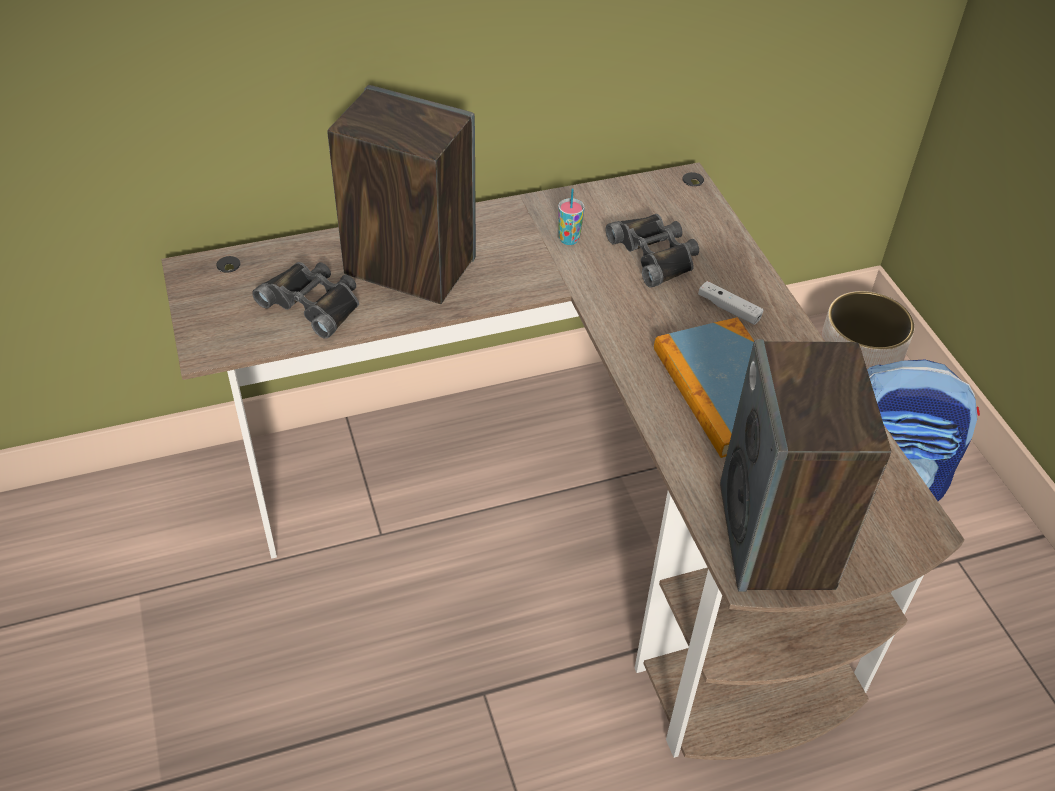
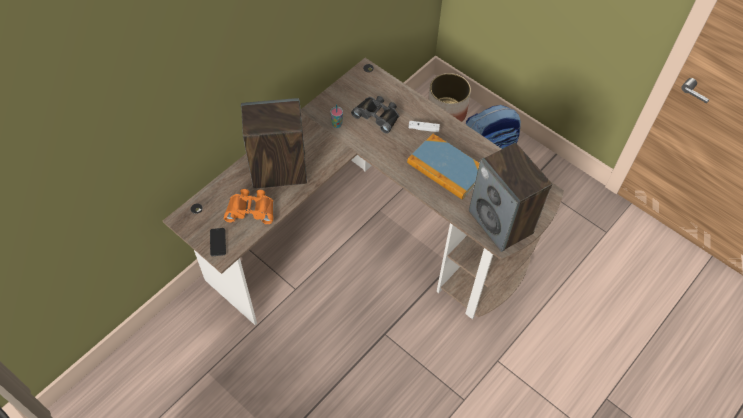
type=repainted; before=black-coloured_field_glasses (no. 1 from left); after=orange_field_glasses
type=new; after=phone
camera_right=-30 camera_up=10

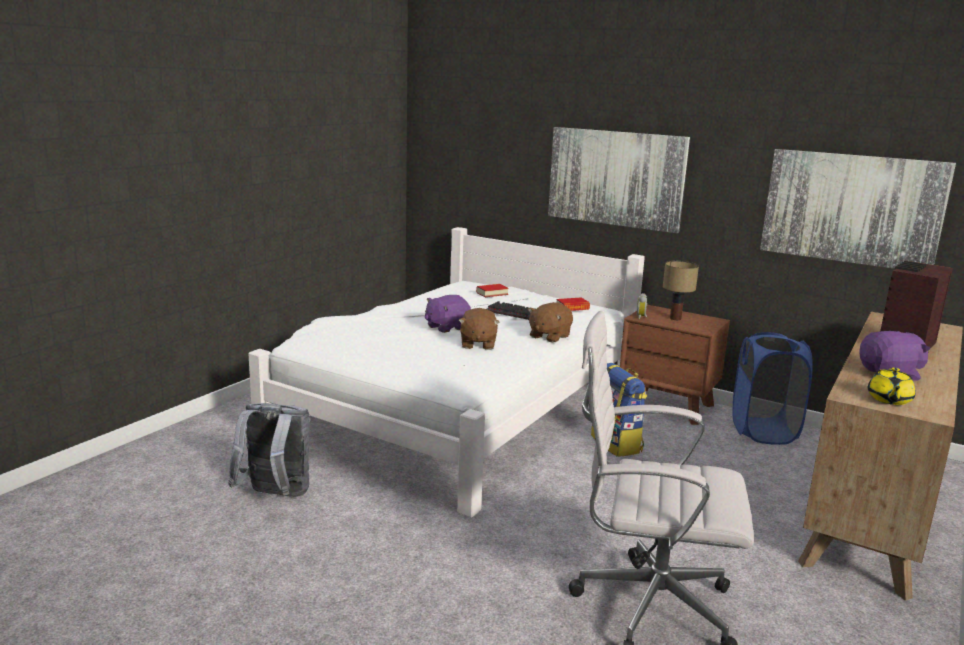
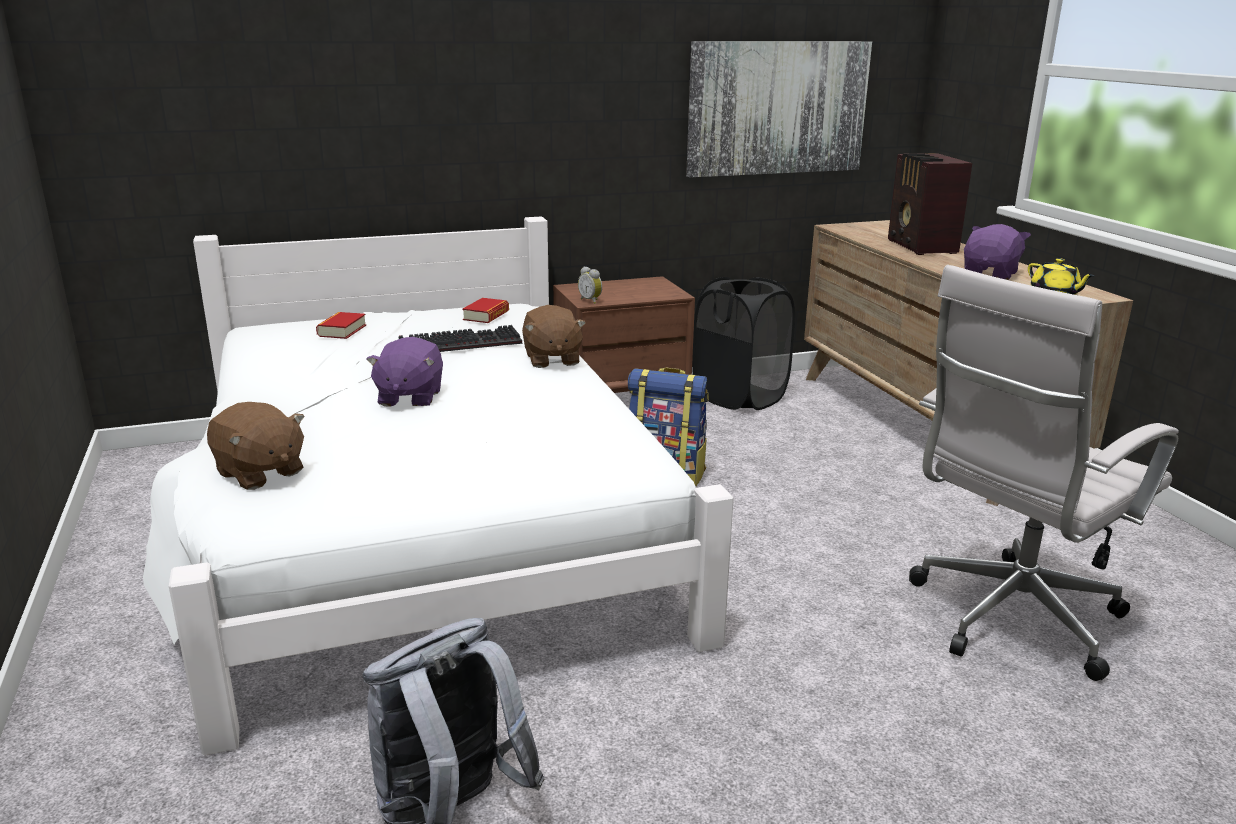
type=shifted; before=brownish_soft_toy (no. 1 from left)
type=gone; before=wall_picture (no. 1 from left)
type=gone; before=lamp_for_a_table
type=repainted; before=blue_hamper; after=black-coloured_hamper
camera_right=-50 camera_up=5

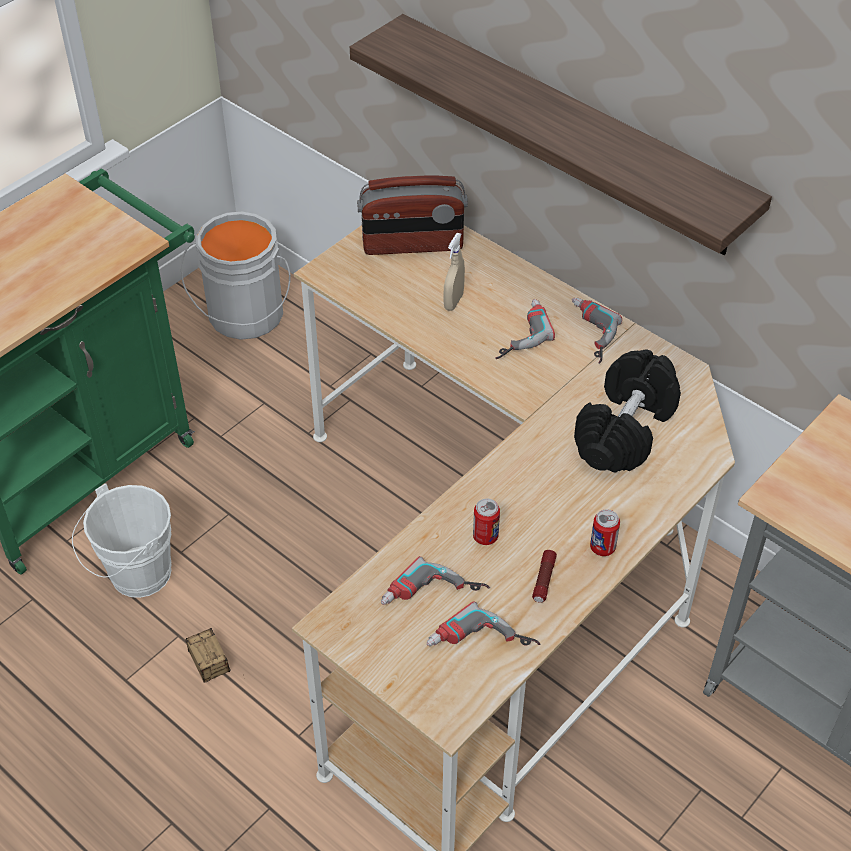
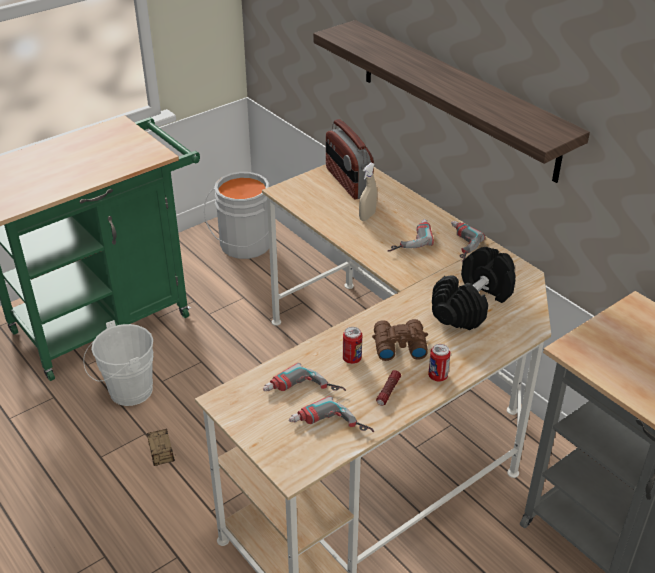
type=rotated; before=radio_receiver; turn=60
type=new; after=brownish_field_glasses
camera_right=10 camera_up=-10

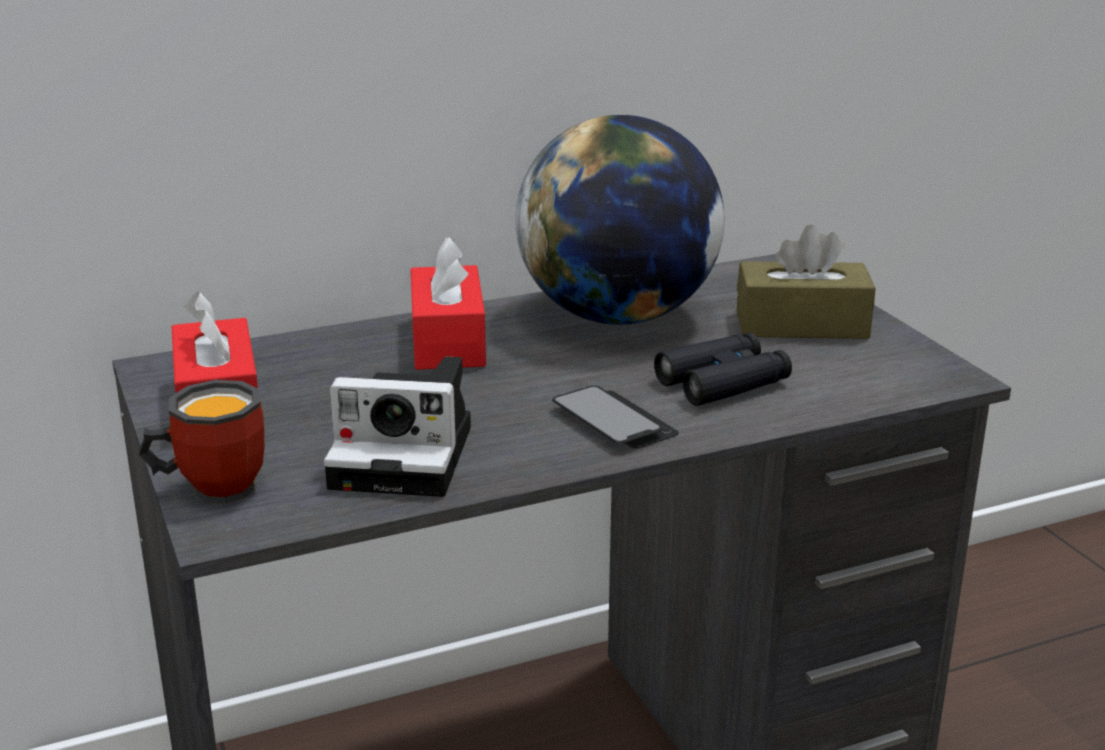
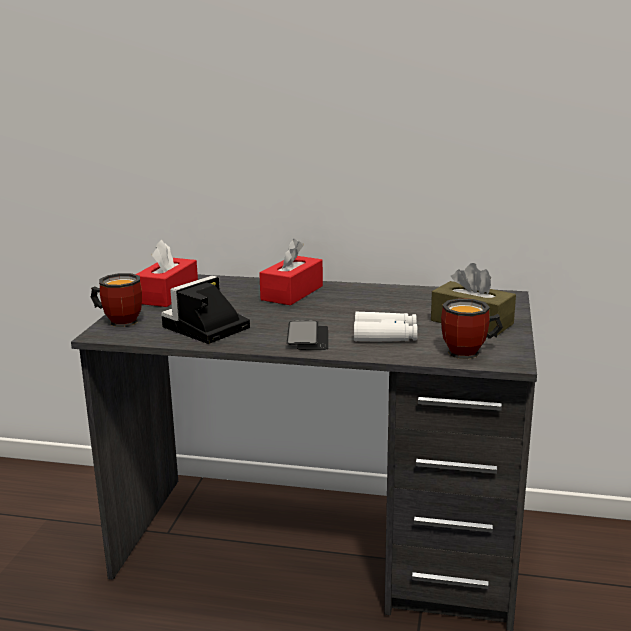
type=rotated; before=still_camera; turn=90
type=gone; before=desk_globe
type=repainted; before=black-coloured_field_glasses; after=whitish_field_glasses
type=new; after=coffee_mug (no. 2 from left)
camera_right=35 camera_up=-5

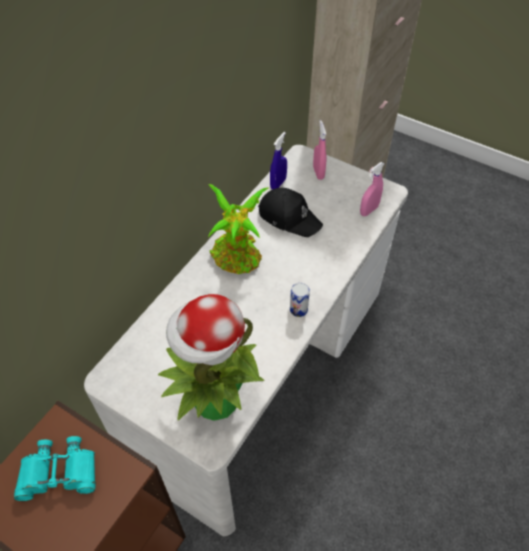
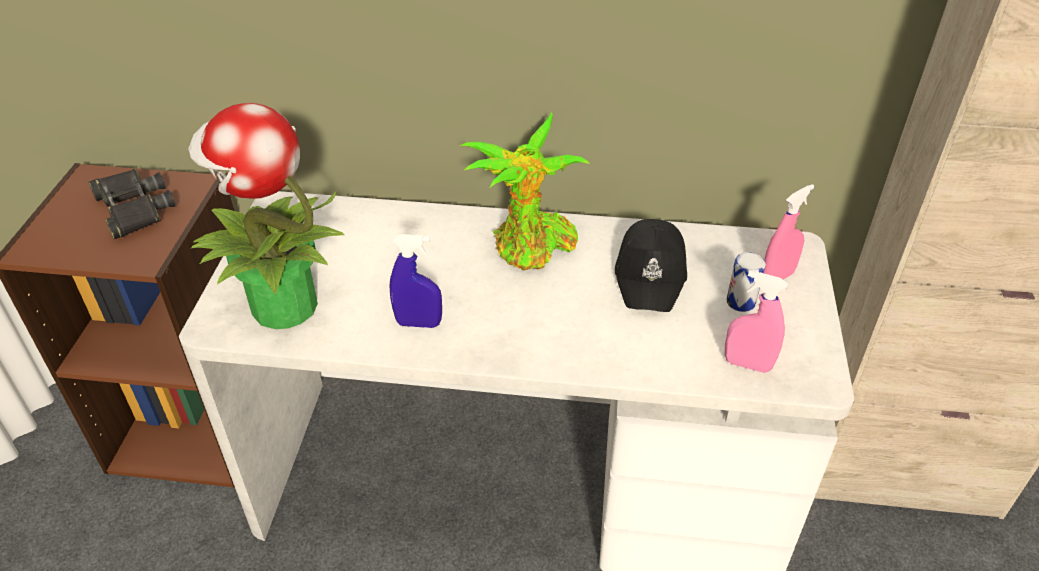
type=repainted; before=blue-green_field_glasses; after=black-coloured_field_glasses
type=shifted; before=blue_hand_sprayer
type=shifted; before=can
camera_right=65 camera_up=-10

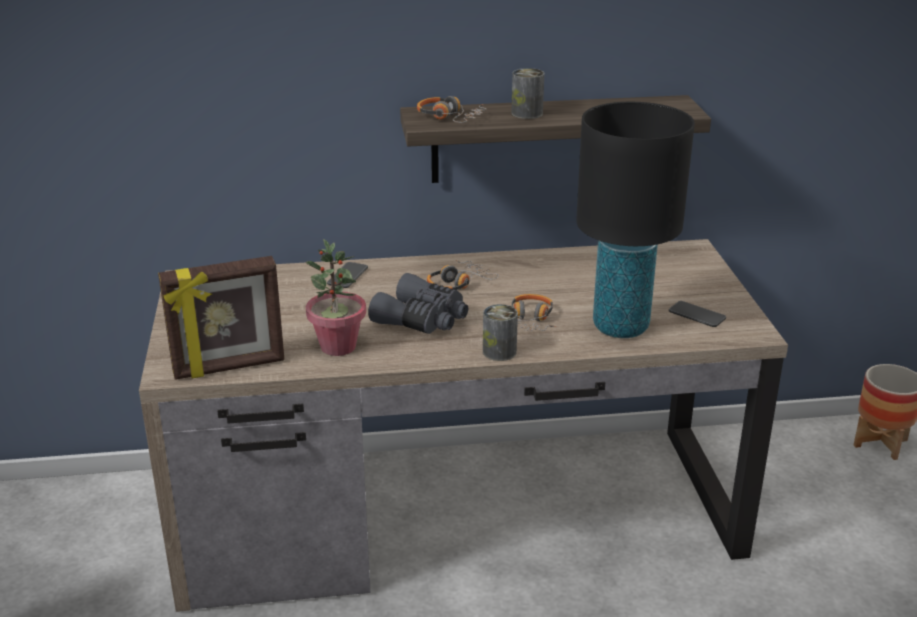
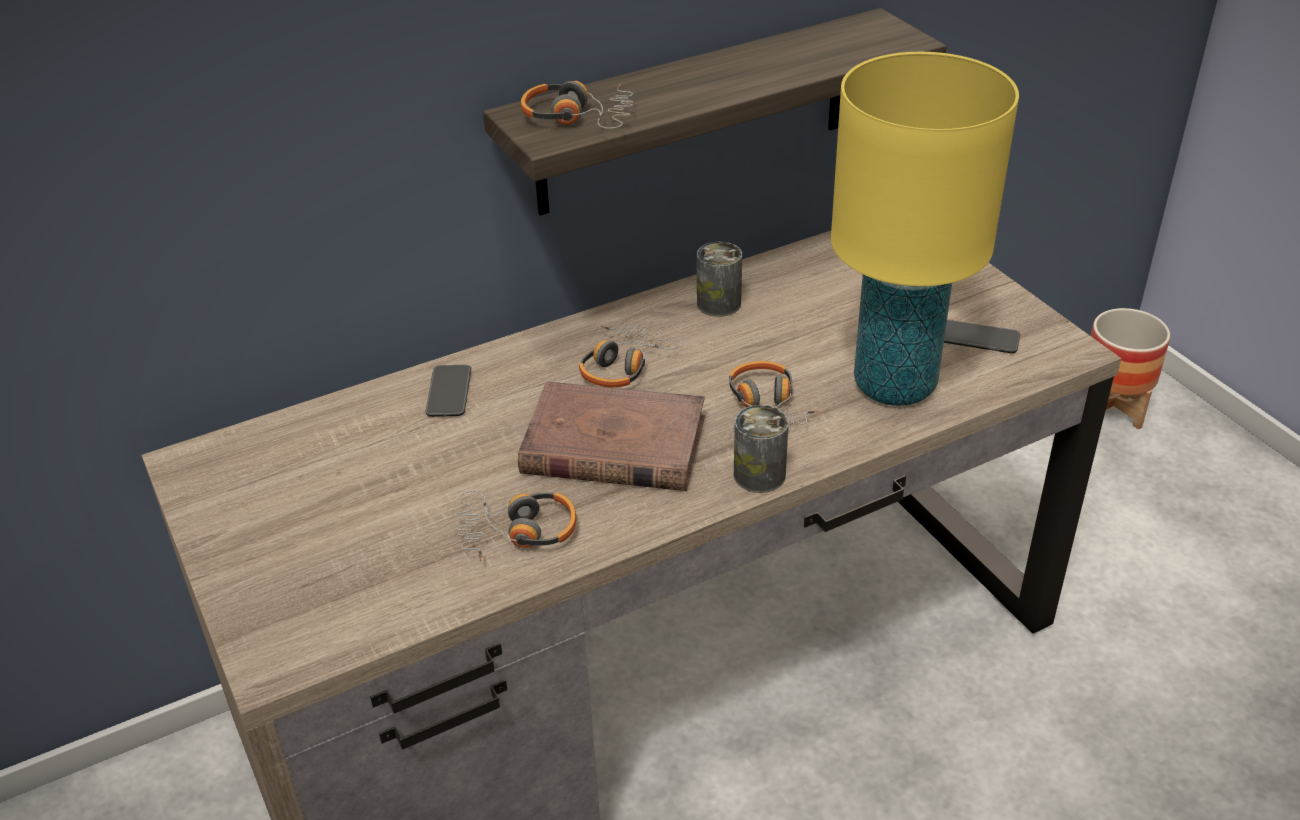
type=gone; before=photo_frame
type=swapped; before=plant_in_a_pot; after=headset (no. 1 from left)
type=swapped; before=grey_field_glasses; after=brownish_bound_book
type=shifted; before=can (no. 2 from left in the first image); after=can (no. 1 from left)
type=repainted; before=black-coloured_lamp_for_a_table; after=yellow_lamp_for_a_table
camera_right=-20 camera_up=10

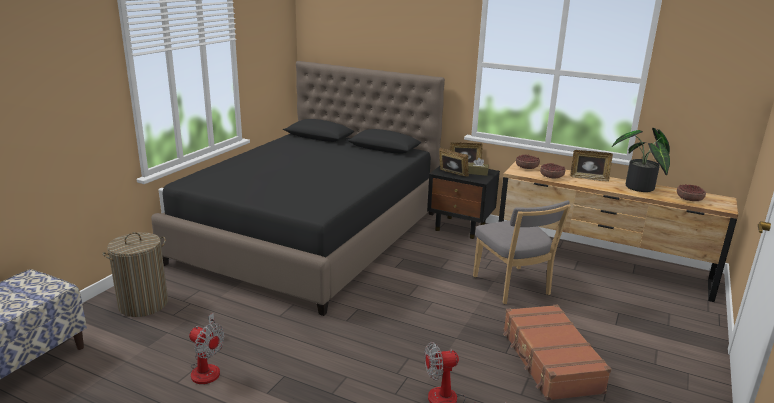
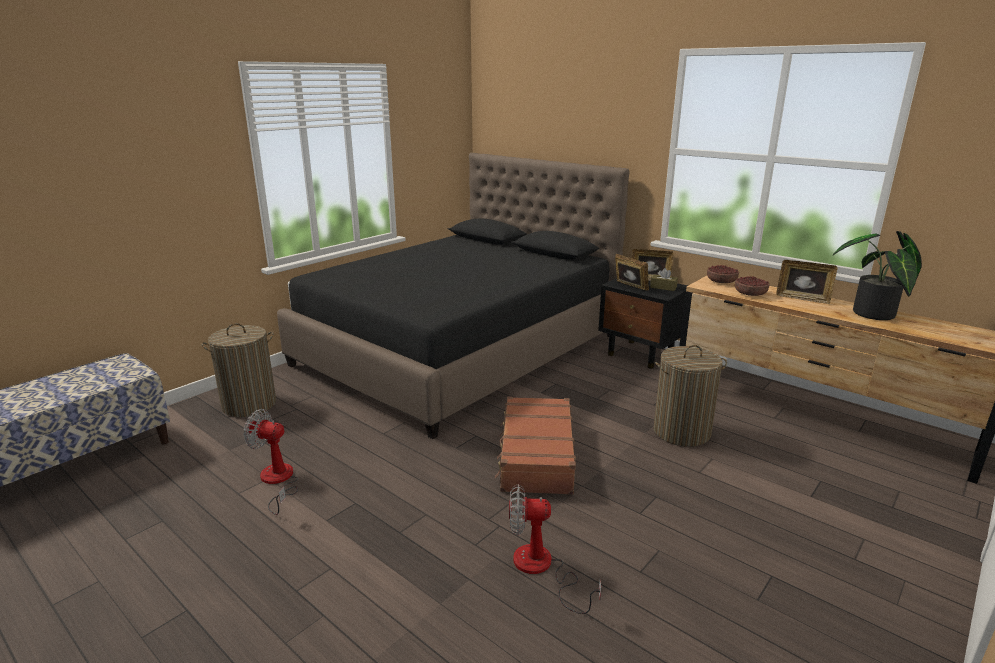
type=rotated; before=fan (no. 1 from left); turn=150
type=swapped; before=grey_chair; after=hamper (no. 2 from left)
type=shifted; before=brownish_suitcase
type=gone; before=bowl (no. 3 from left)
camera_right=15 camera_up=0

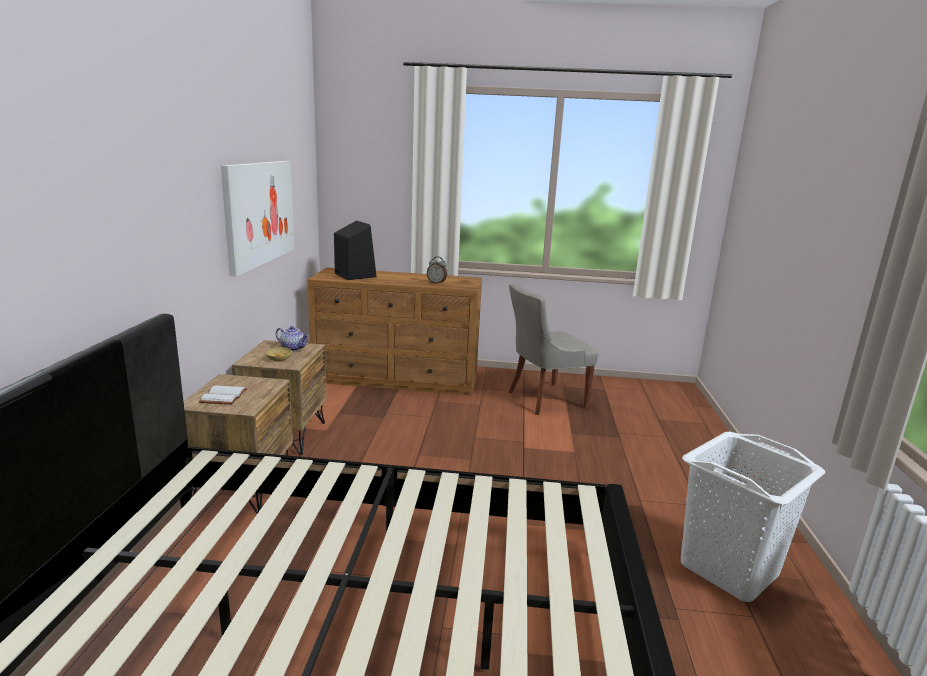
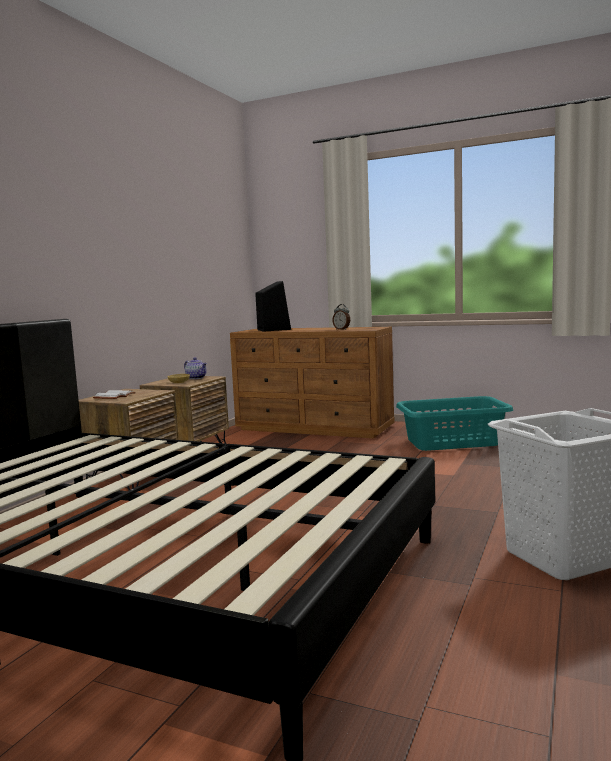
type=gone; before=wall_picture
type=swapped; before=grey_chair; after=blue-green_hamper
camera_right=20 camera_up=-10

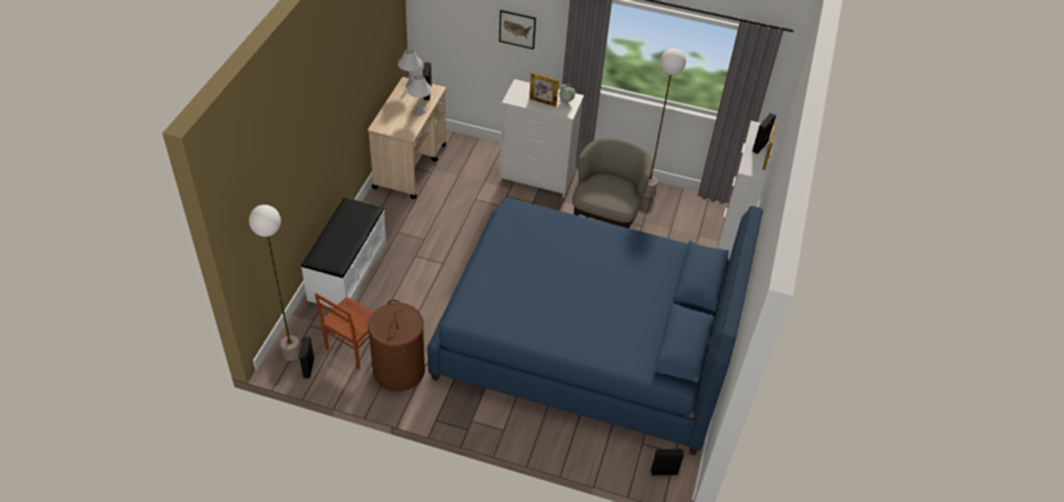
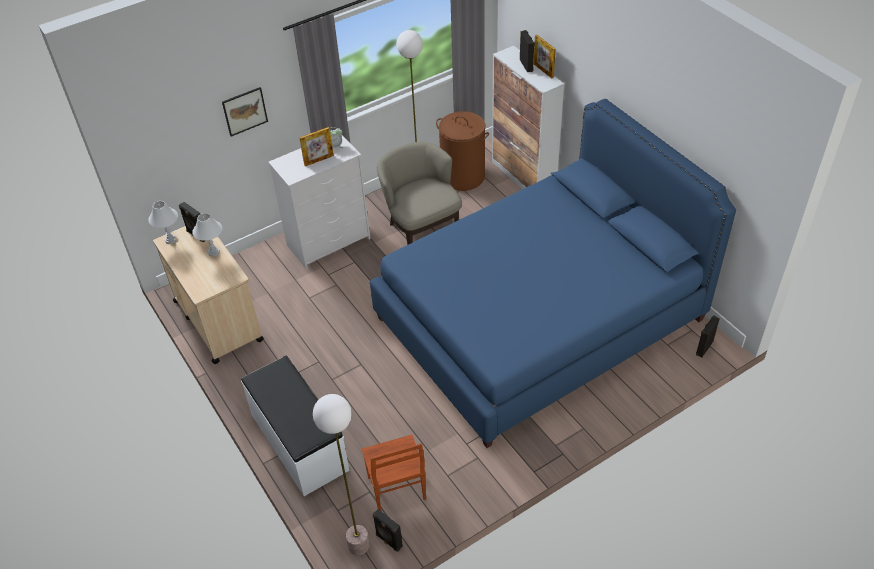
type=shifted; before=brownish_hamper
camera_right=-45 camera_up=0

